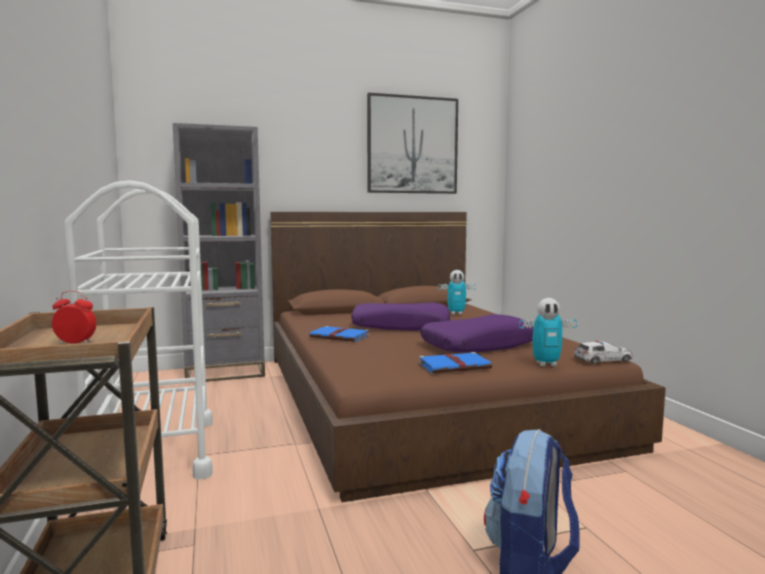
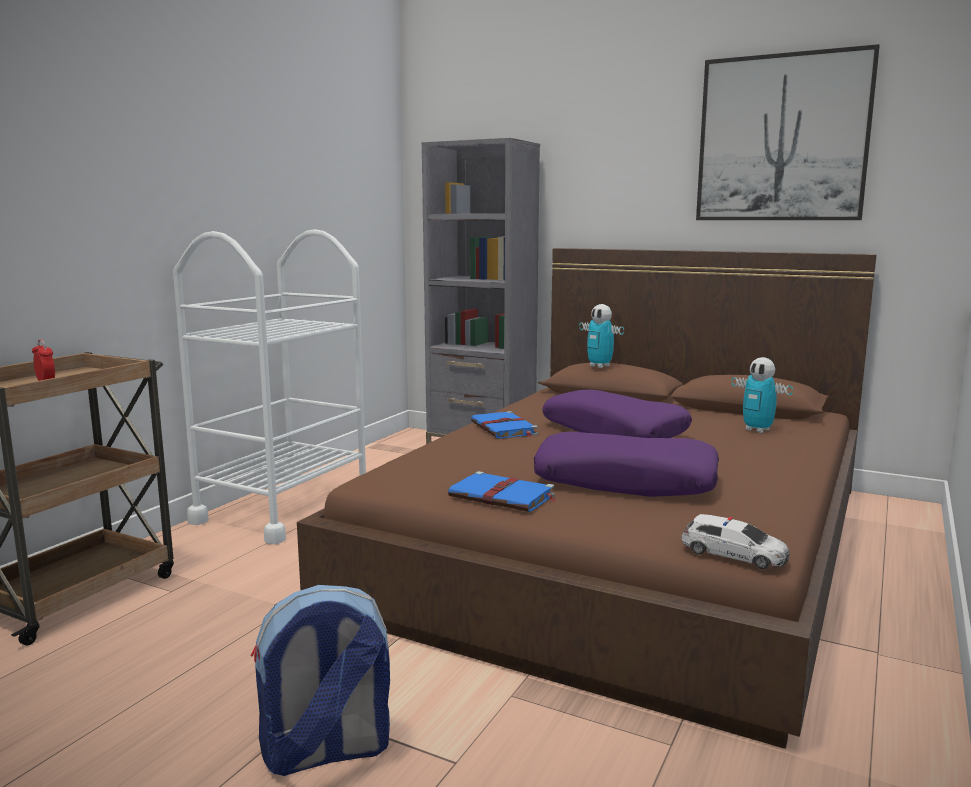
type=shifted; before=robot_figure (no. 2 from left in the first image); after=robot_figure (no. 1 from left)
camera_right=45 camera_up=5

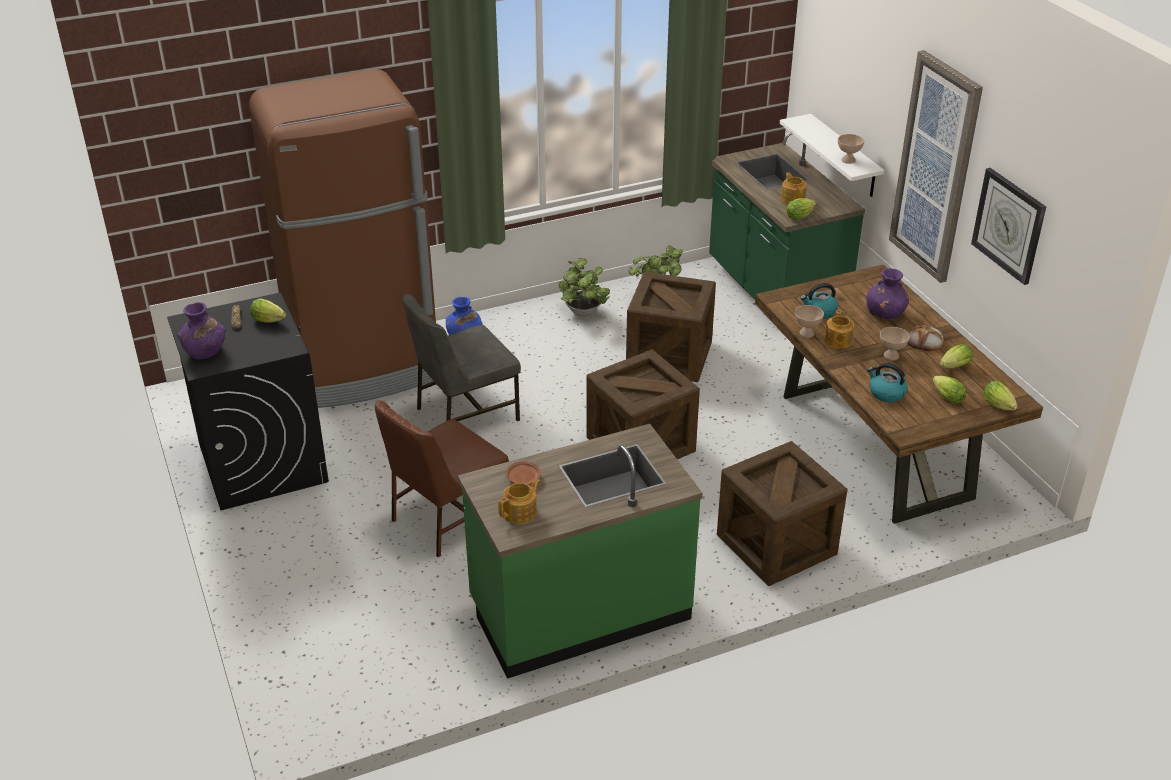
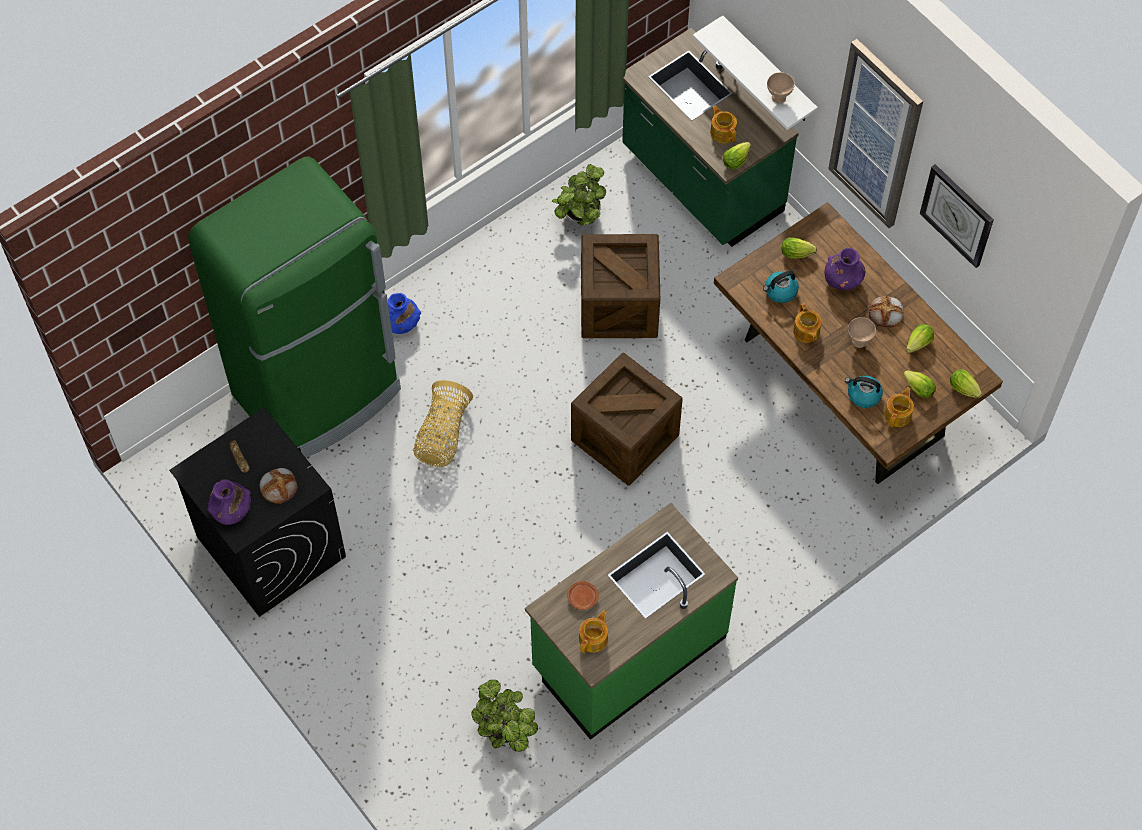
type=repainted; before=brownish_fridge; after=greenish_fridge
type=shifted; before=head_of_lettuce (no. 1 from left in the first image); after=head_of_lettuce (no. 2 from left)
type=gone; before=brownish_chair
type=swapped; before=grey_chair; after=basket
type=shifted; before=plant_in_a_pot (no. 1 from left)
type=gone; before=packing_crate (no. 3 from left)
type=gone; before=beige_bowl (no. 1 from left)
type=new; after=bread (no. 2 from left)
type=new; after=pot_for_tea (no. 4 from left)
camera_right=-15 camera_up=25

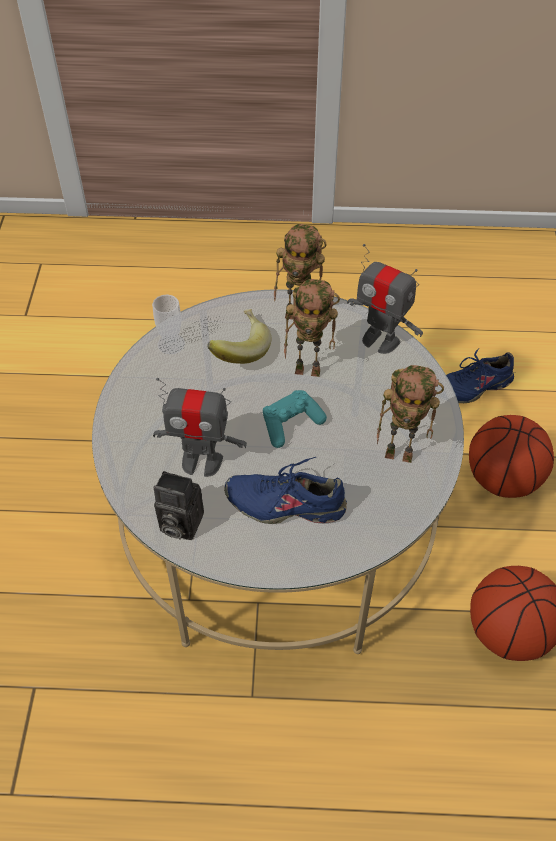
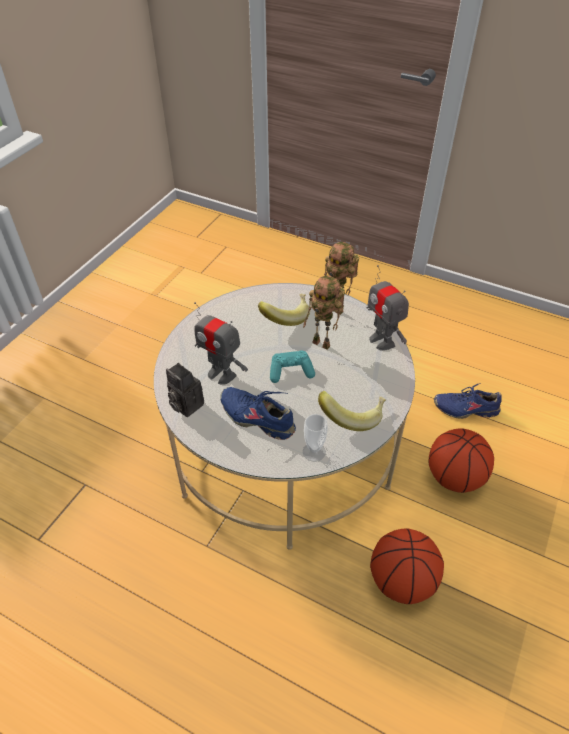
type=shifted; before=cup
type=swapped; before=robot_figure (no. 5 from left); after=banana_fruit (no. 2 from left)
camera_right=25 camera_up=-5

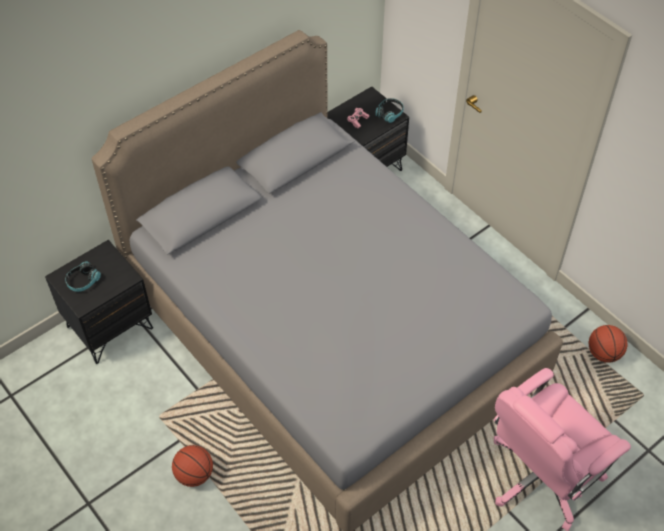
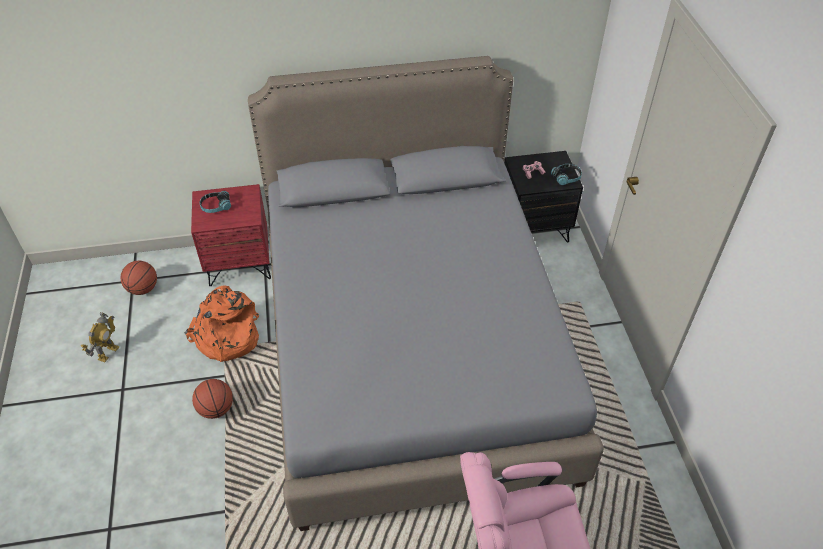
type=repainted; before=black-coloured_nightstand (no. 1 from left); after=red-coloured_nightstand
type=shifted; before=basketball_ball (no. 2 from left in the first image); after=basketball_ball (no. 1 from left)
type=new; after=robot_figure
type=new; after=orange_backpack
camera_right=30 camera_up=-5

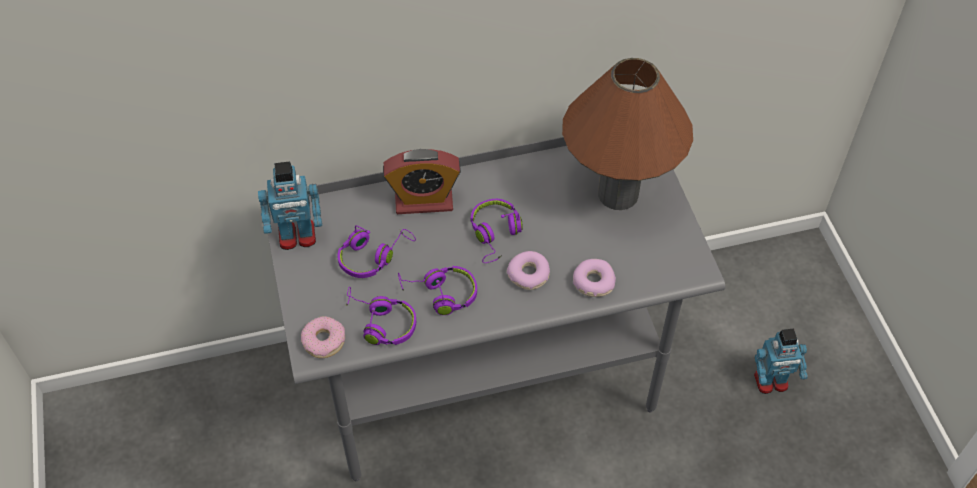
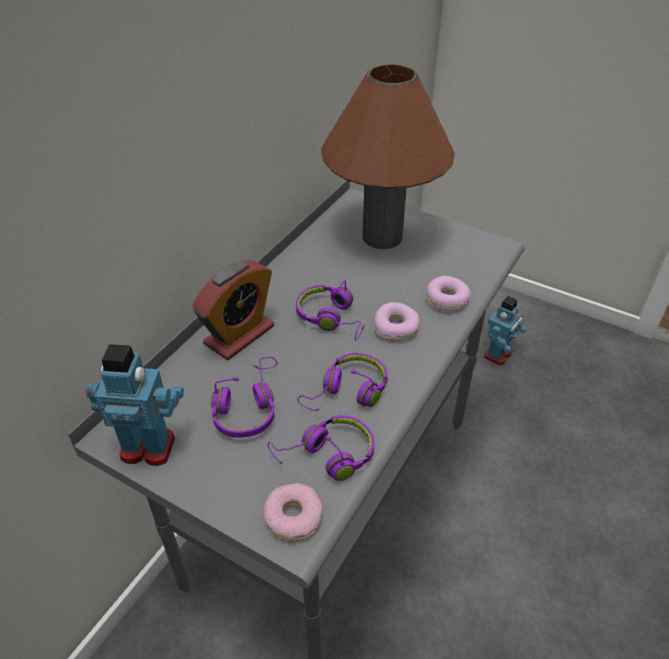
type=rotated; before=robot_figure (no. 1 from left); turn=-120
camera_right=-45 camera_up=-10

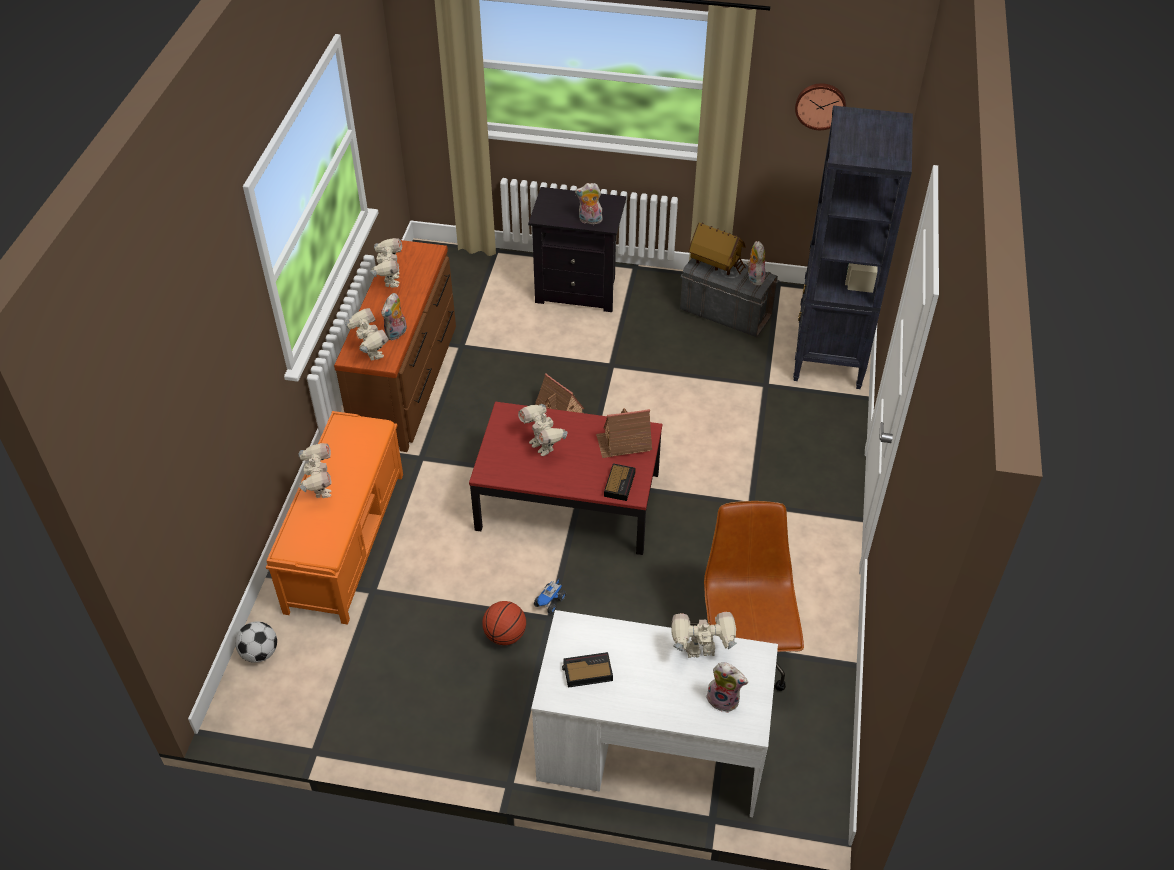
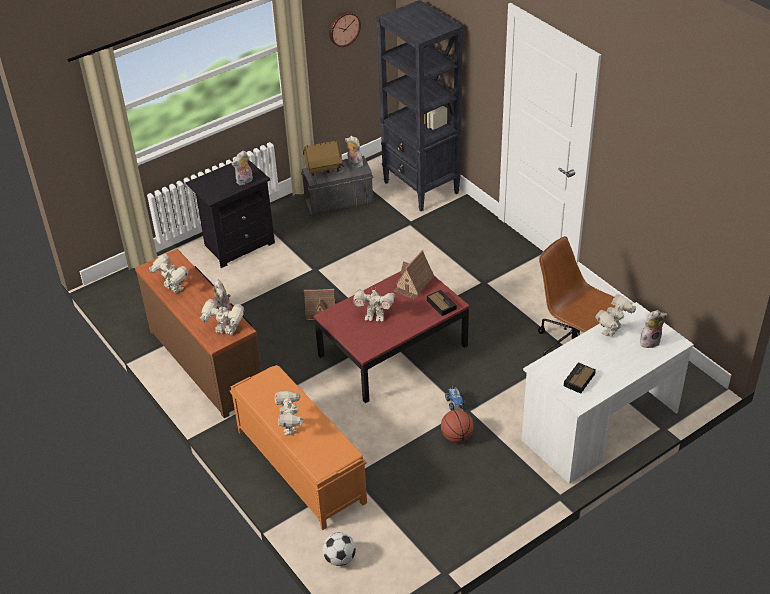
type=rotated; before=robot_figure (no. 1 from left in the first image); turn=-135
camera_right=-45 camera_up=-5

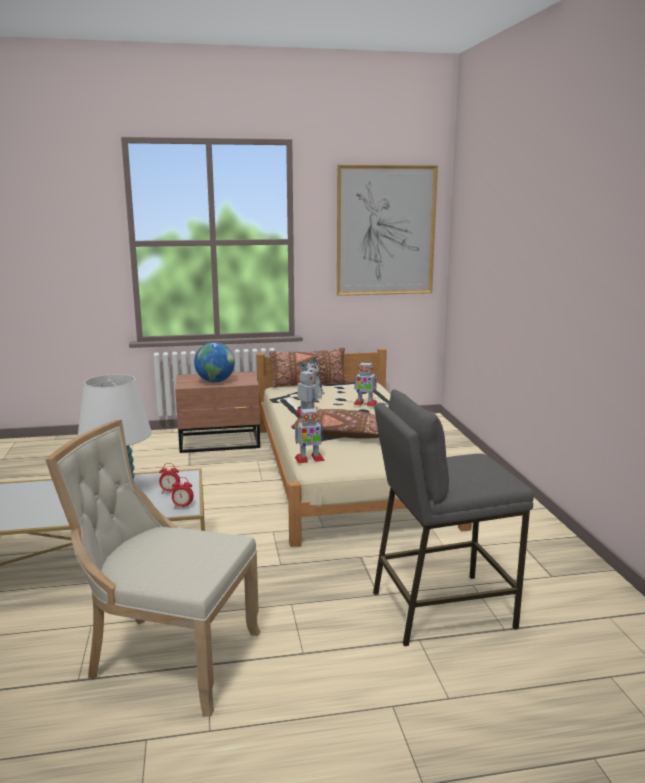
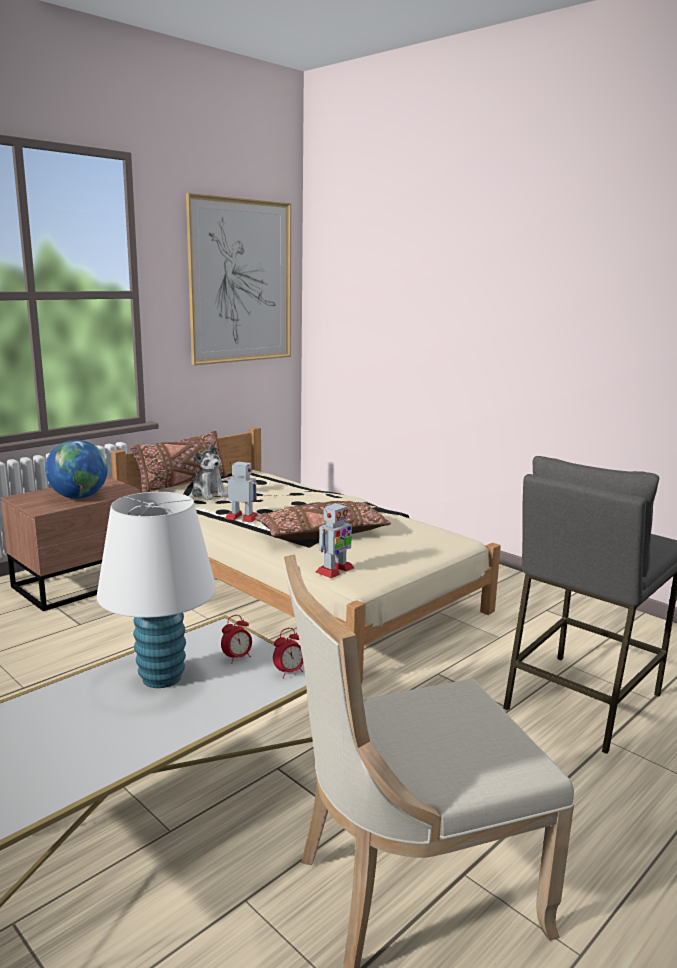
type=gone; before=robot_figure (no. 3 from left)
camera_right=-35 camera_up=0

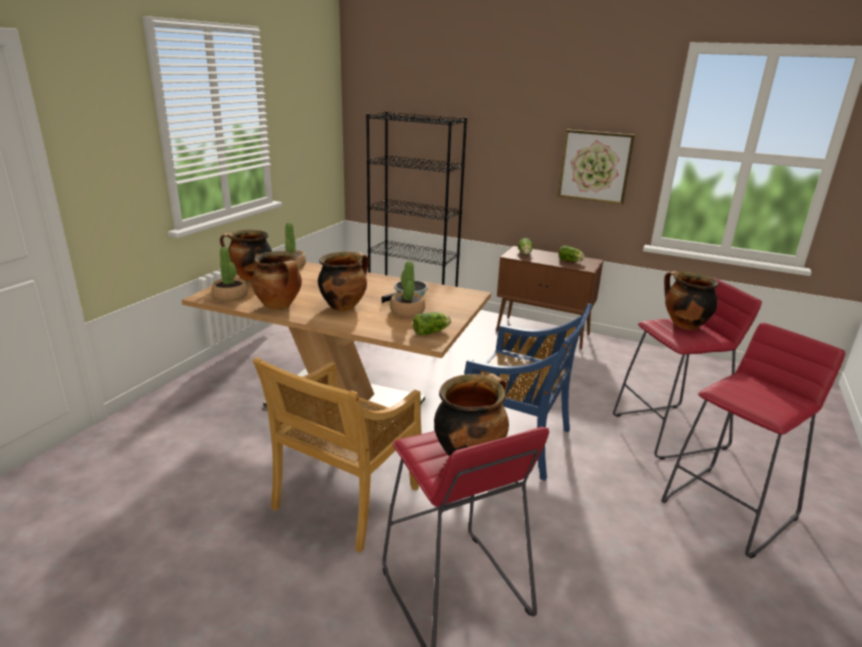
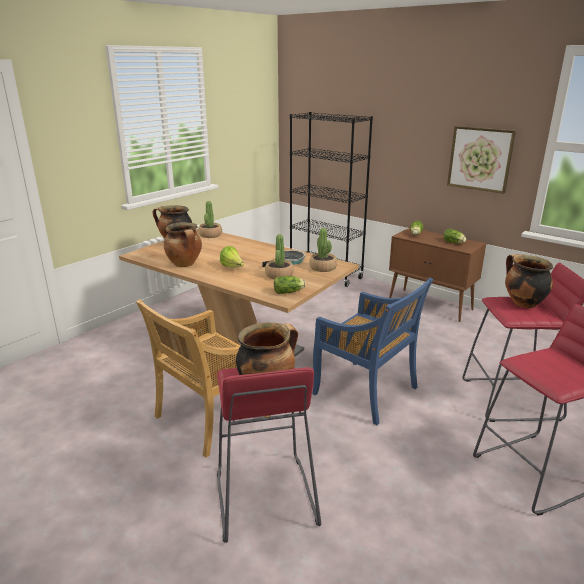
type=shifted; before=plant_in_a_pot (no. 1 from left in the first image); after=plant_in_a_pot (no. 3 from left)
type=swapped; before=cooking_pot (no. 3 from left); after=head_of_lettuce (no. 1 from left)
camera_right=15 camera_up=0

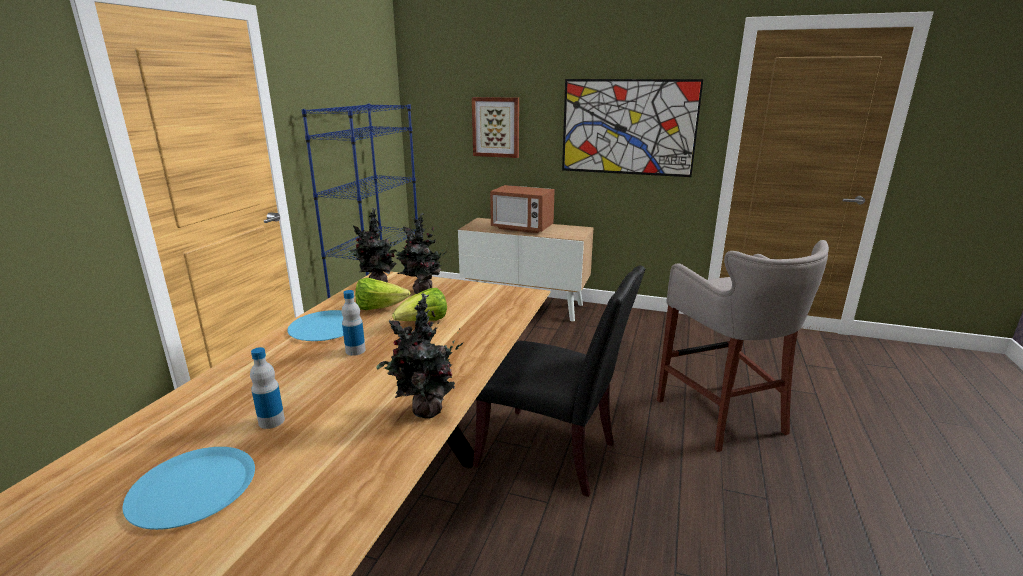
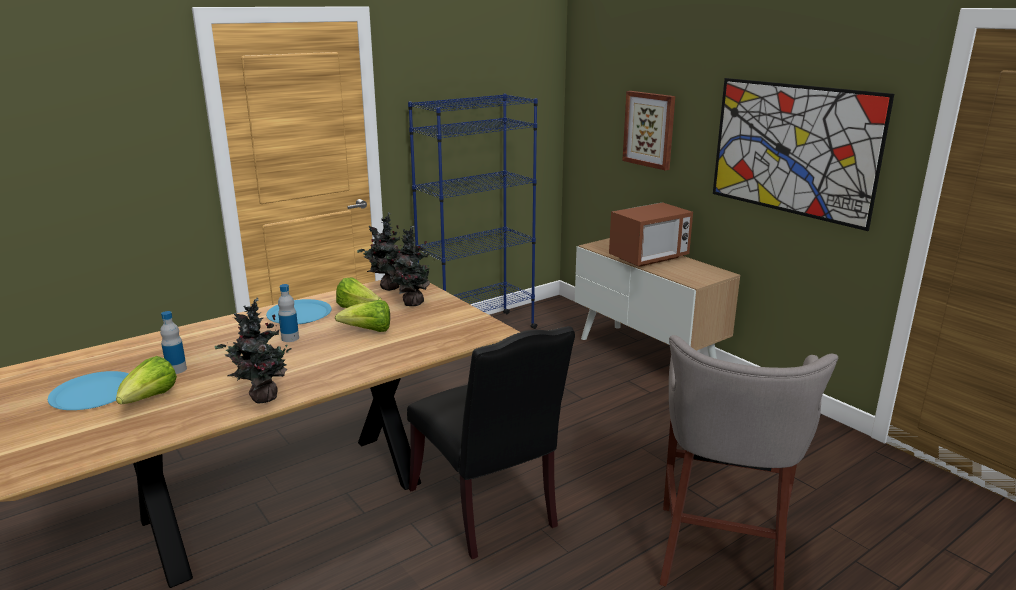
type=rotated; before=microwave; turn=-90
type=new; after=head_of_lettuce (no. 1 from left)
camera_right=35 camera_up=0

